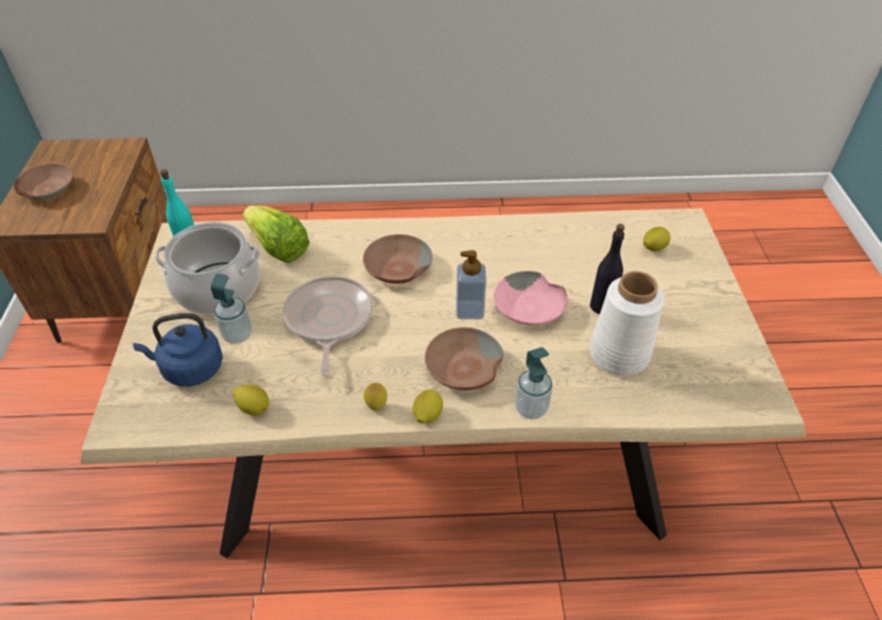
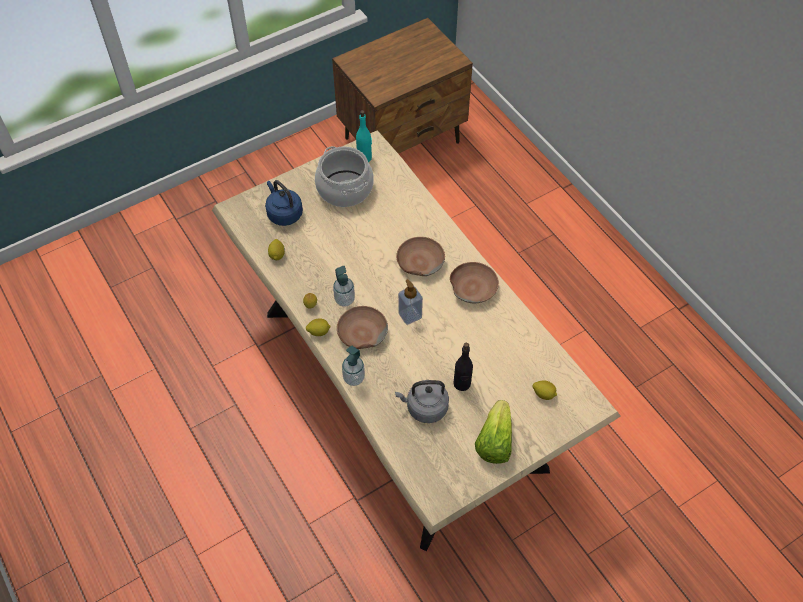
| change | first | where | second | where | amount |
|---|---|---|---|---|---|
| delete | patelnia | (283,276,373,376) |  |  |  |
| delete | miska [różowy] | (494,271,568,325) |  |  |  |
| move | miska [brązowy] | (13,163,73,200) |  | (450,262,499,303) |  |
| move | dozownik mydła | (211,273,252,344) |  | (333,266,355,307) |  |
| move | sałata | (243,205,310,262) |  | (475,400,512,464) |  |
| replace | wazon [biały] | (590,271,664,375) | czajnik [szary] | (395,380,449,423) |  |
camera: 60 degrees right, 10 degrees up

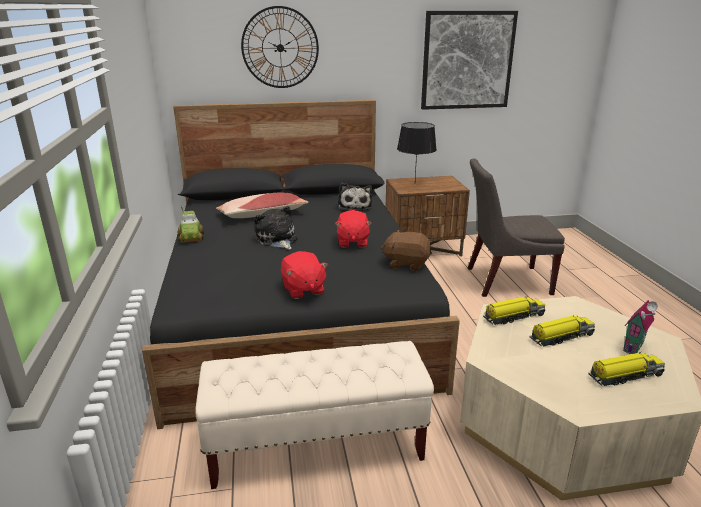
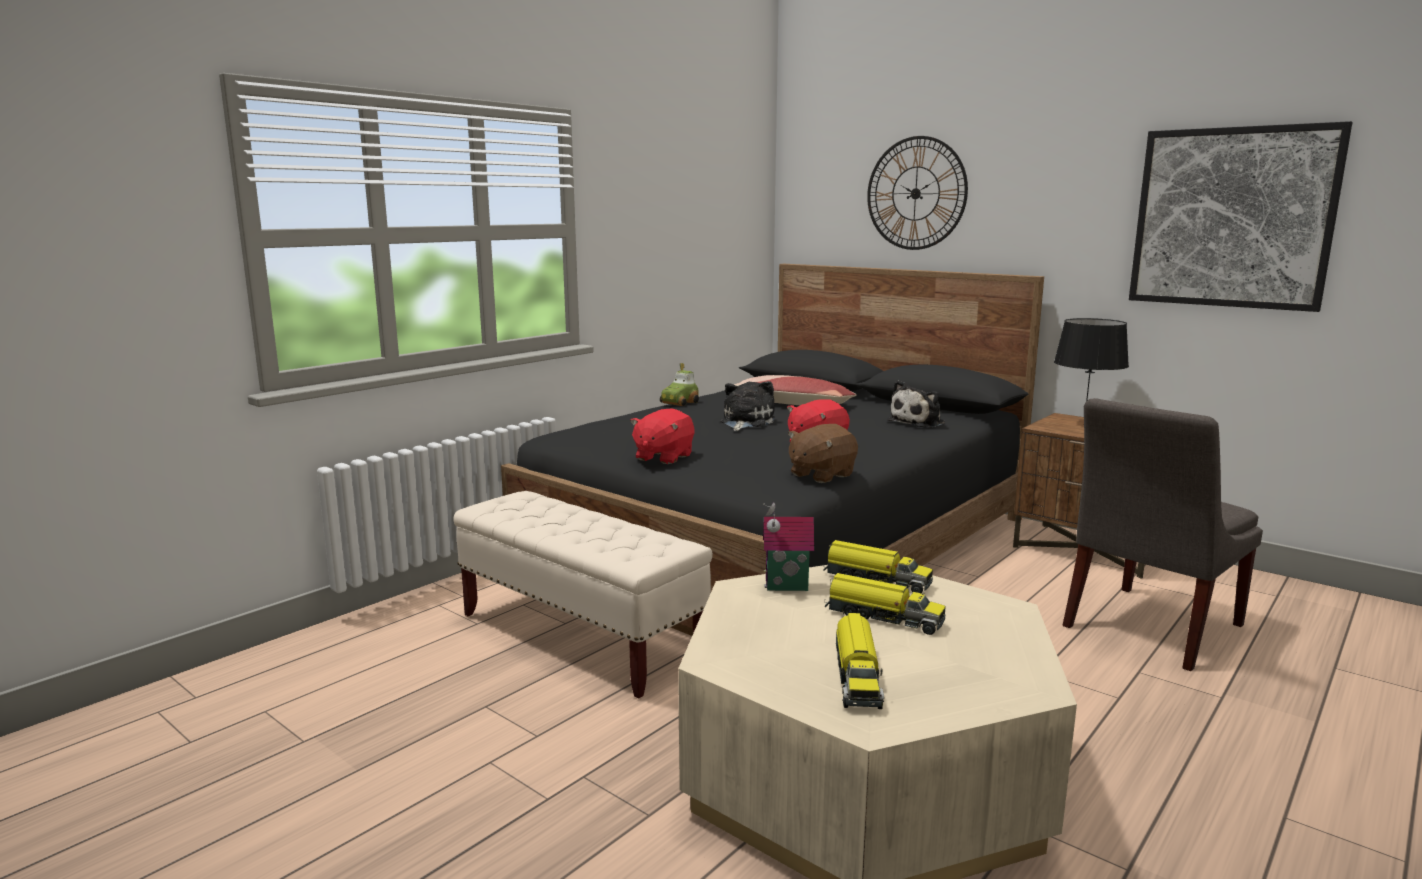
| change | first | where | second | where | amount |
|---|---|---|---|---|---|
| move | domek | (623,300,658,354) |  | (763,503,814,591) |  |
| rotate | pluszak [brązowy] | (381,230,432,271) |  | (788,424,858,483) | 105 degrees counterclockwise |
| rotate | krzesło [szary] | (468,158,565,297) |  | (1063,398,1263,671) | 90 degrees counterclockwise |
| rotate | ciężarówka zabawkowa | (588,352,665,386) |  | (836,613,884,709) | 60 degrees clockwise |
camera: 50 degrees right, 10 degrees down

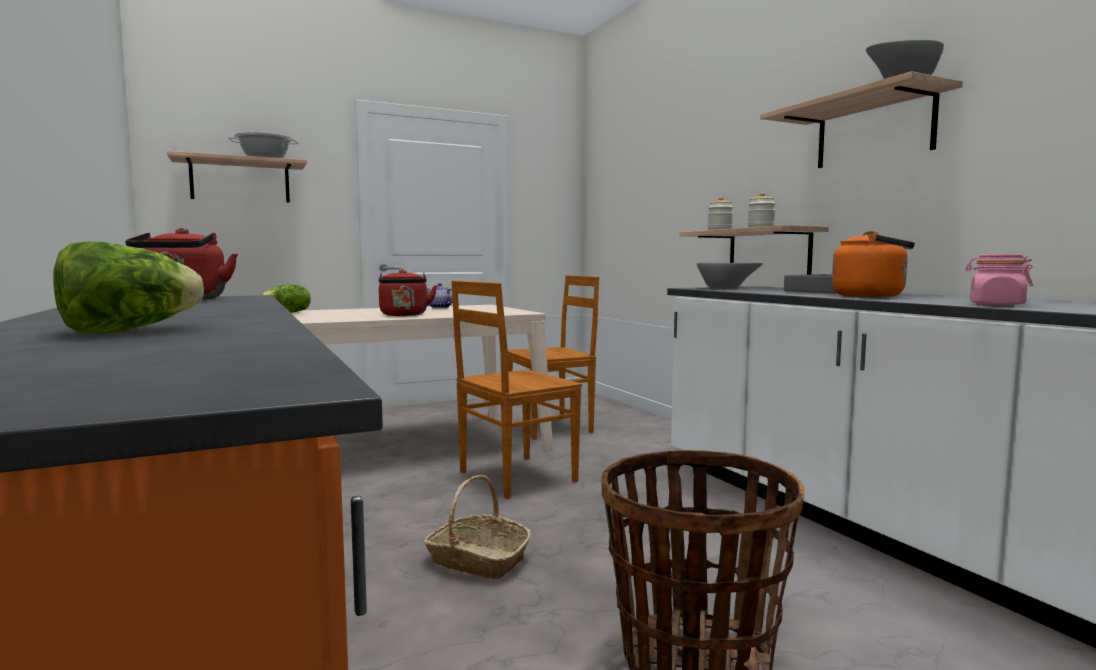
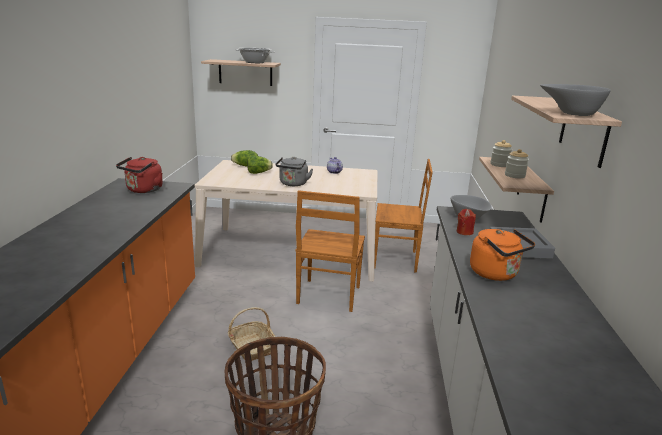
| change | first | where | second | where | amount |
|---|---|---|---|---|---|
| delete | słoik [różowy] | (965,254,1033,306) |  |  |  |
| insert |  |  | świeca [czerwony] | (457,209,476,235) |  |
| move | sałata | (53,242,204,334) |  | (247,156,273,174) |  |
| recolor | czajnik [czerwony] | (379,269,437,316) | czajnik [szary] | (276,157,313,186) |  |
| rotate | krzesło [brązowy] | (451,280,582,499) |  | (295,190,365,312) | 75 degrees counterclockwise |
camera: 30 degrees right, 15 degrees up

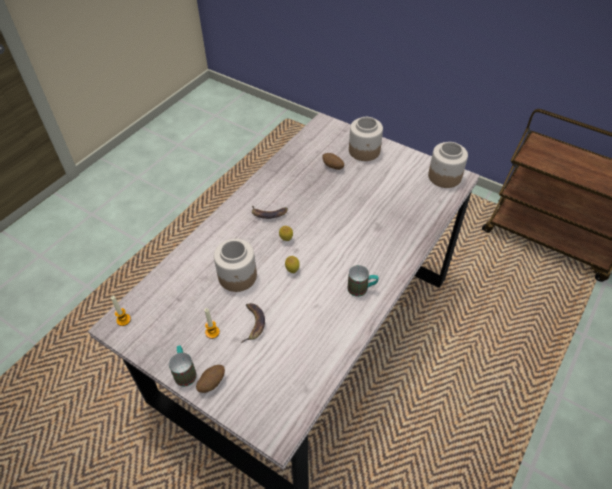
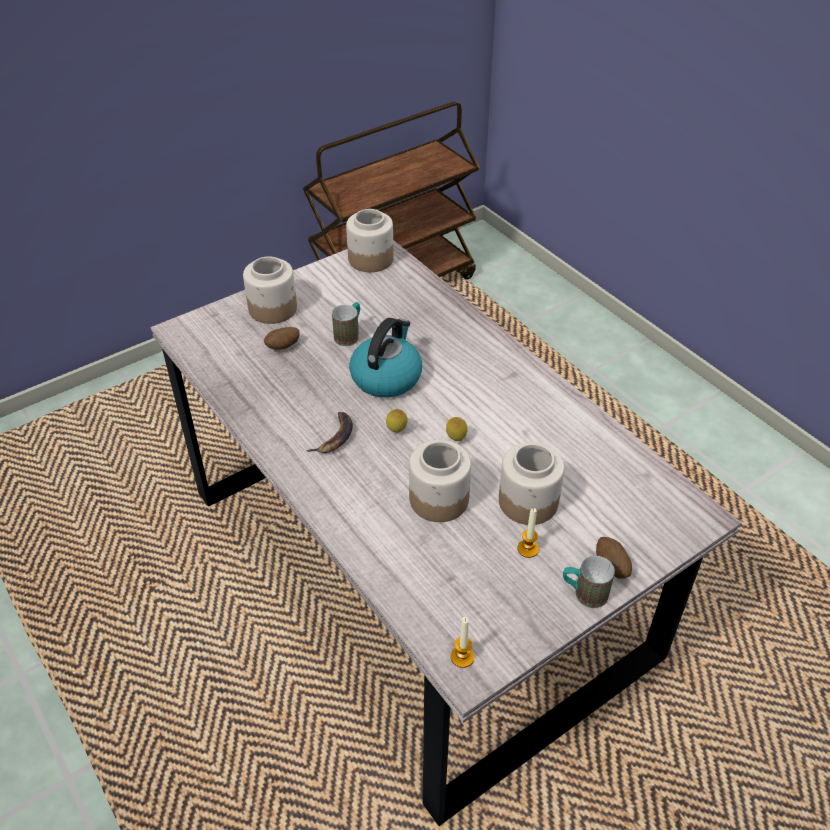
| change | first | where | second | where | amount |
|---|---|---|---|---|---|
| insert |  |  | czajnik | (349,318,422,398) |  |
| move | kubek | (348,265,379,297) |  | (332,302,360,346) |  |
| replace | banan | (241,303,265,343) | słoik | (499,442,564,525) |  |
camera: 70 degrees left, 5 degrees down

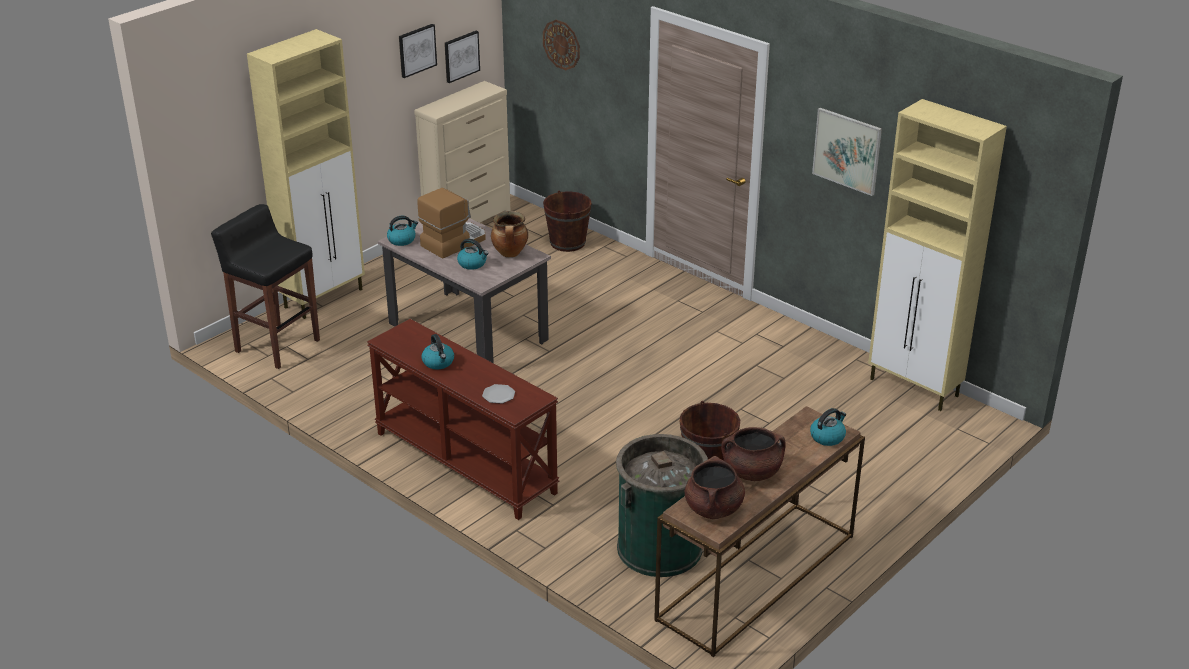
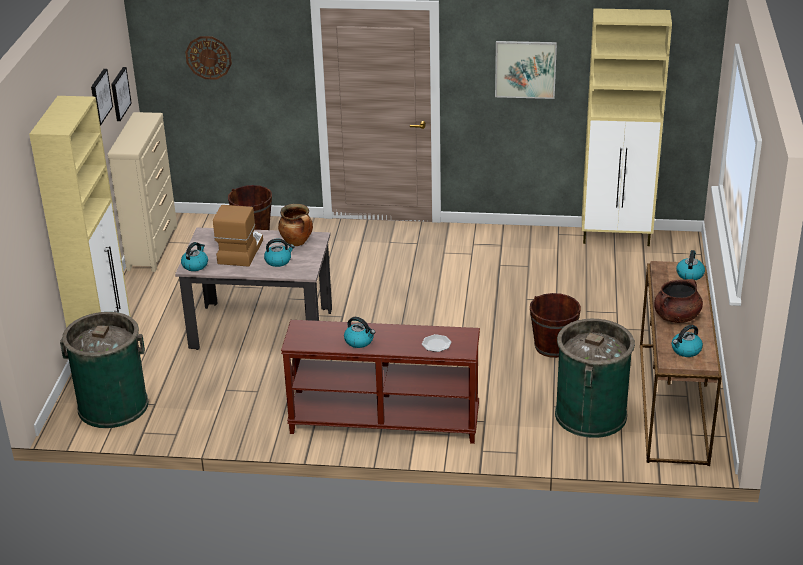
| change | first | where | second | where | amount |
|---|---|---|---|---|---|
| replace | stołek [czarny] | (211,204,320,369) | kosz na śmieci [zielony] | (60,312,149,428) |  |
| replace | garnek [brązowy] | (685,456,745,519) | czajnik | (672,325,703,357) |  |
camera: 35 degrees left, 0 degrees up

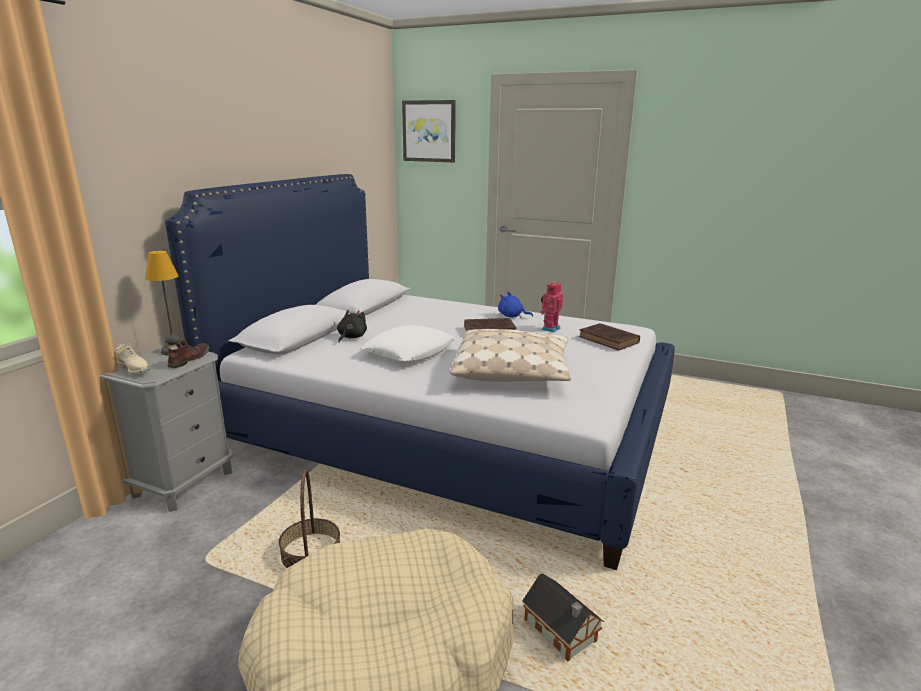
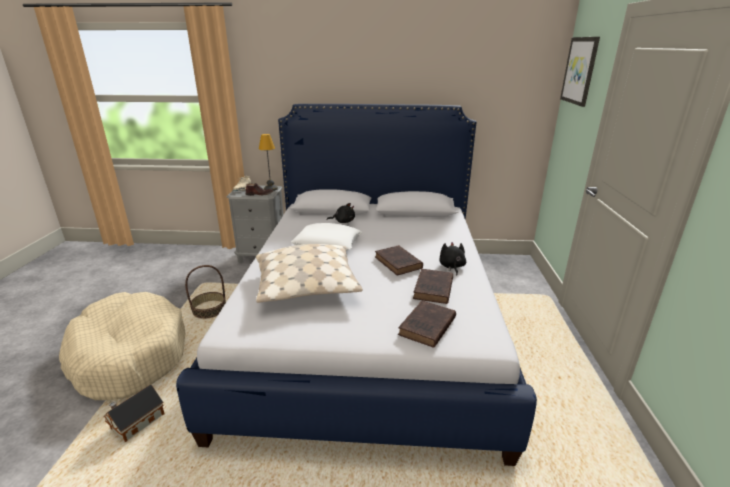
| change | first | where | second | where | amount |
|---|---|---|---|---|---|
| replace | robot zabawkowy | (540,281,563,332) | książka [brązowy] | (413,269,453,304) |  |
| recolor | pluszak [niebieski] | (498,292,533,318) | pluszak [czarny] | (439,242,466,275) |  |
camera: 70 degrees right, 5 degrees up

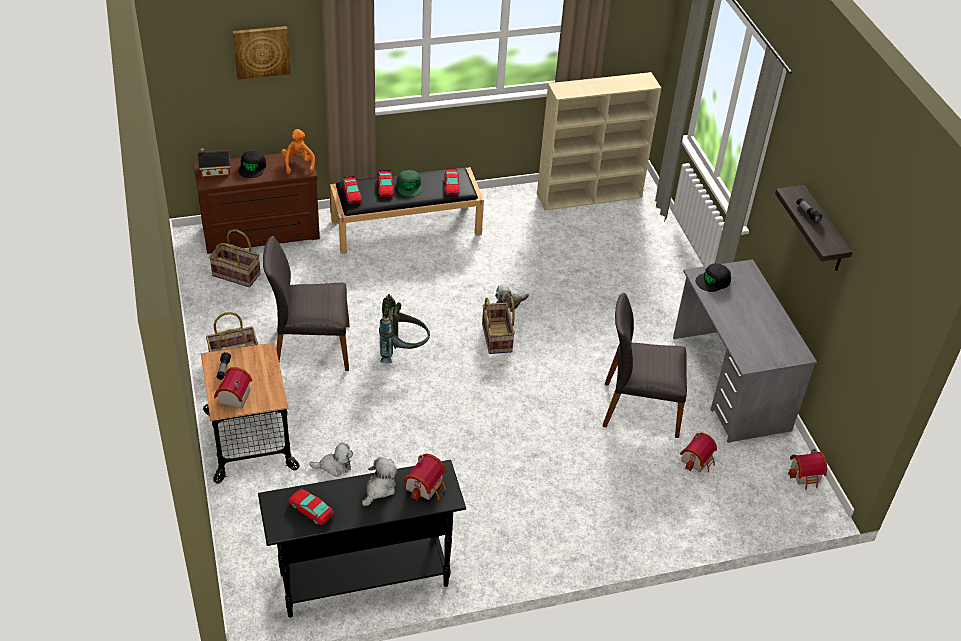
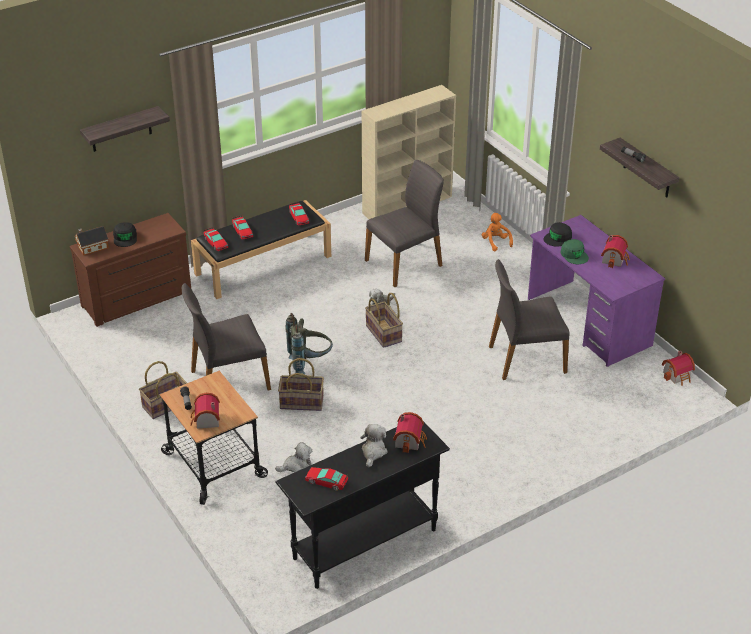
| change | first | where | second | where | amount |
|---|---|---|---|---|---|
| insert |  |  | krzesło [szary] | (365,160,444,287) |  |
| move | koszyk | (209,229,261,287) |  | (278,358,324,411) |  |
| move | pluszak [pomarańczowy] | (281,129,315,174) |  | (482,213,513,251) |  |
| move | czapka z daszkiem [zielony] | (397,170,422,197) |  | (560,239,589,264) |  |
| move | domek | (680,433,717,473) |  | (601,235,630,268) |  |
| replace | obraz | (233,26,291,79) | półka | (80,106,170,152) |  |
| recolor | biurko [szary] | (673,259,817,443) | biurko [fioletowy] | (528,215,665,367) |  |
camera: 15 degrees left, 5 degrees down

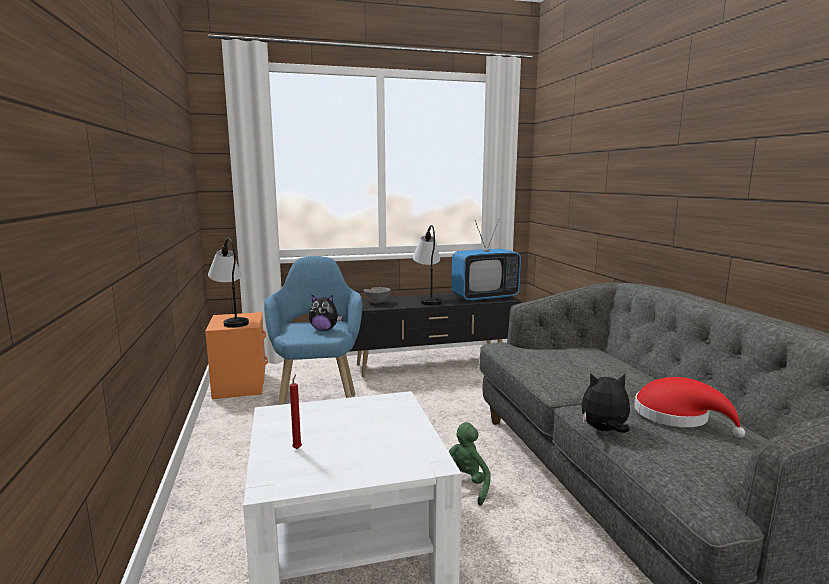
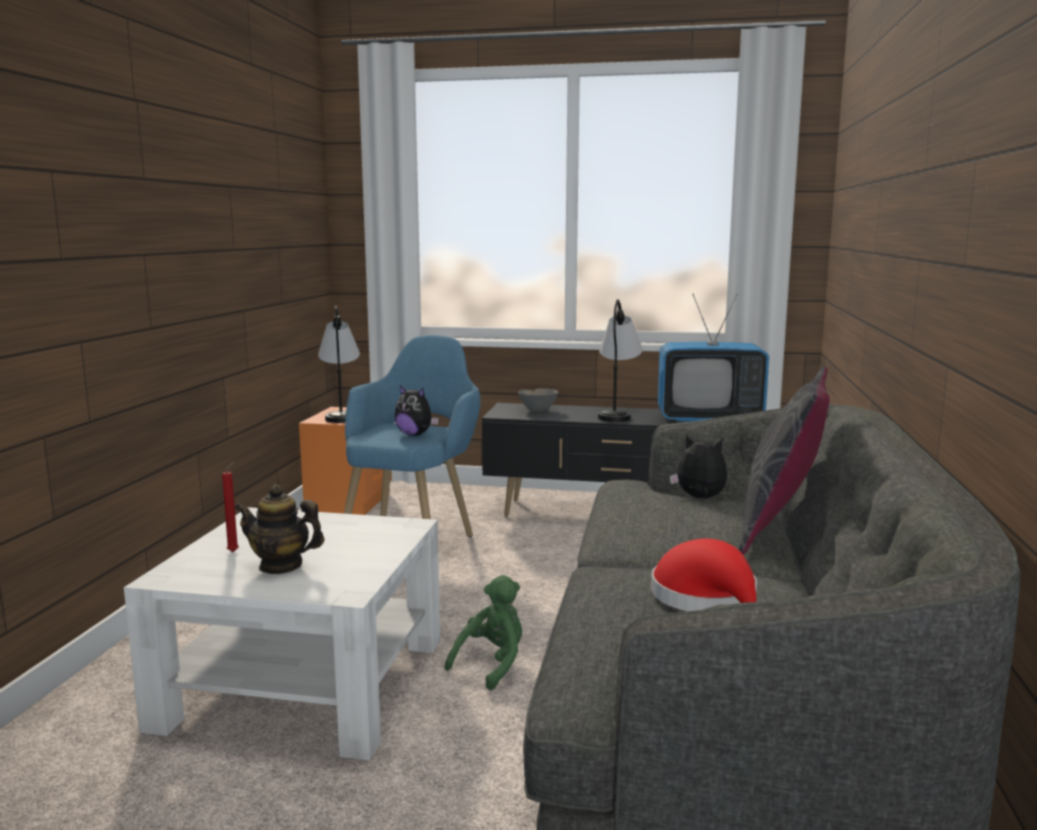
| change | first | where | second | where | amount |
|---|---|---|---|---|---|
| insert |  |  | imbryk | (235,484,325,574) |  |
| insert |  |  | poduszka [szary] | (738,366,829,555) |  |
| move | pluszak | (581,373,630,433) |  | (670,435,727,499) |  |
camera: 25 degrees right, 0 degrees up

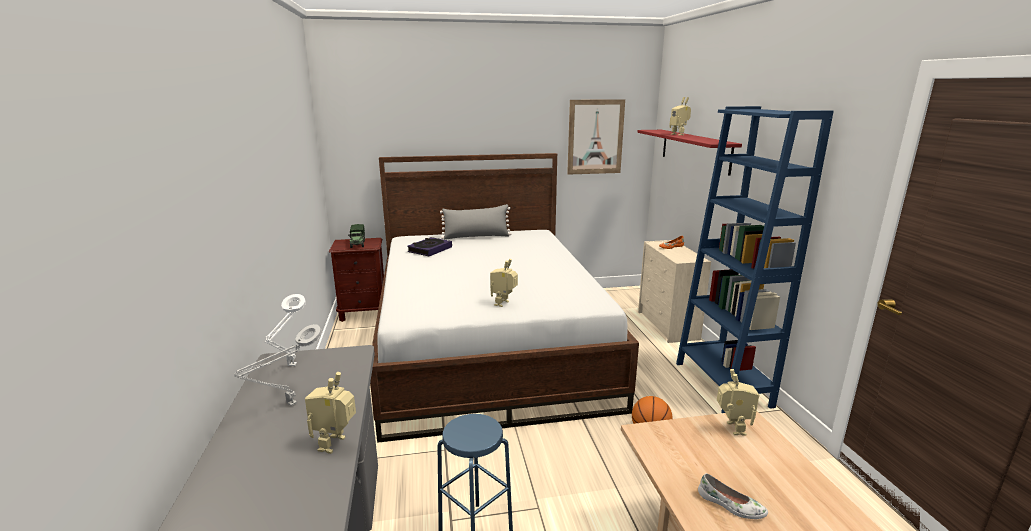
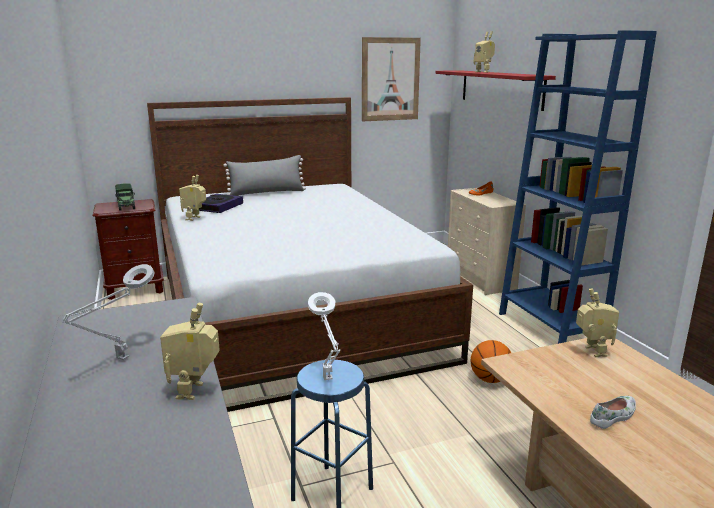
| change | first | where | second | where | amount |
|---|---|---|---|---|---|
| move | lampa stołowa [biały] | (264,294,306,366) |  | (308,292,340,380) |  |
| move | robot zabawkowy | (490,259,518,307) |  | (179,175,206,221) |  |
| rotate | but [biały] | (698,473,768,519) |  | (590,396,636,429) | 60 degrees counterclockwise |
camera: 10 degrees left, 0 degrees up

